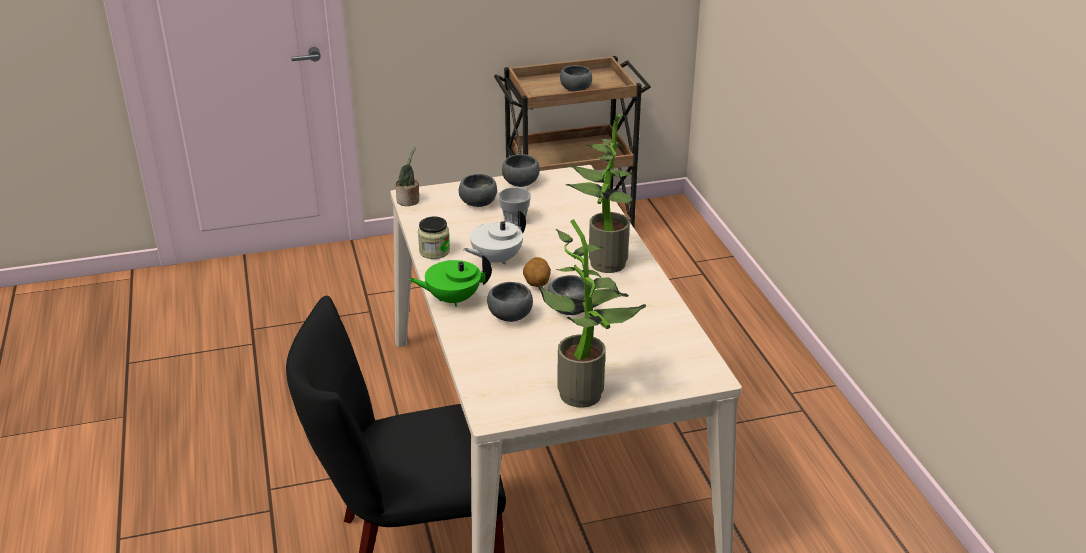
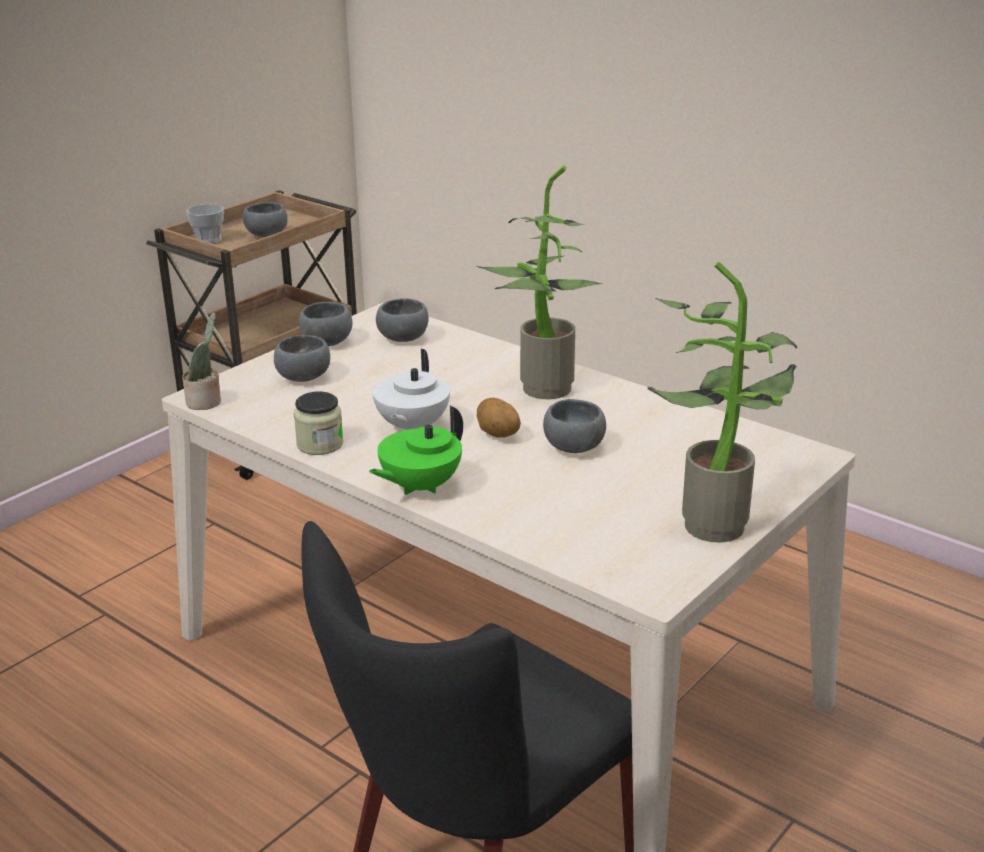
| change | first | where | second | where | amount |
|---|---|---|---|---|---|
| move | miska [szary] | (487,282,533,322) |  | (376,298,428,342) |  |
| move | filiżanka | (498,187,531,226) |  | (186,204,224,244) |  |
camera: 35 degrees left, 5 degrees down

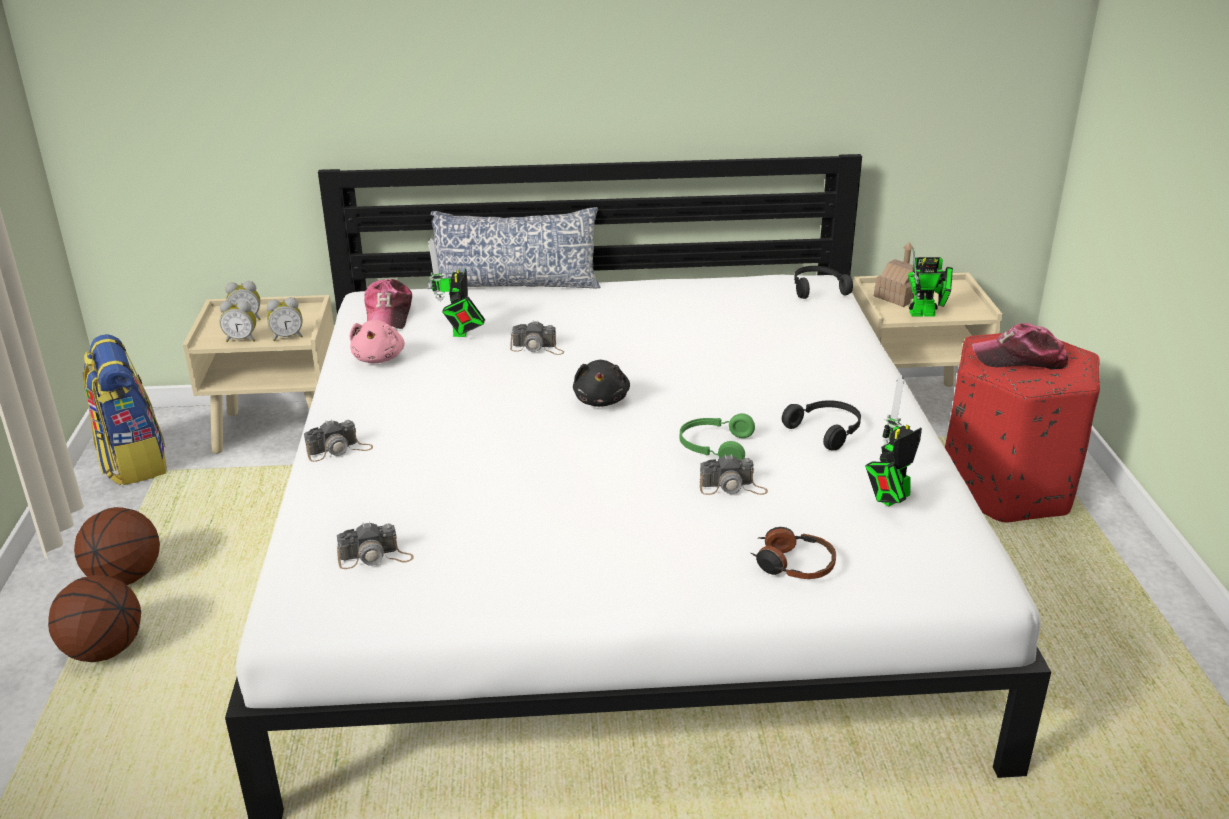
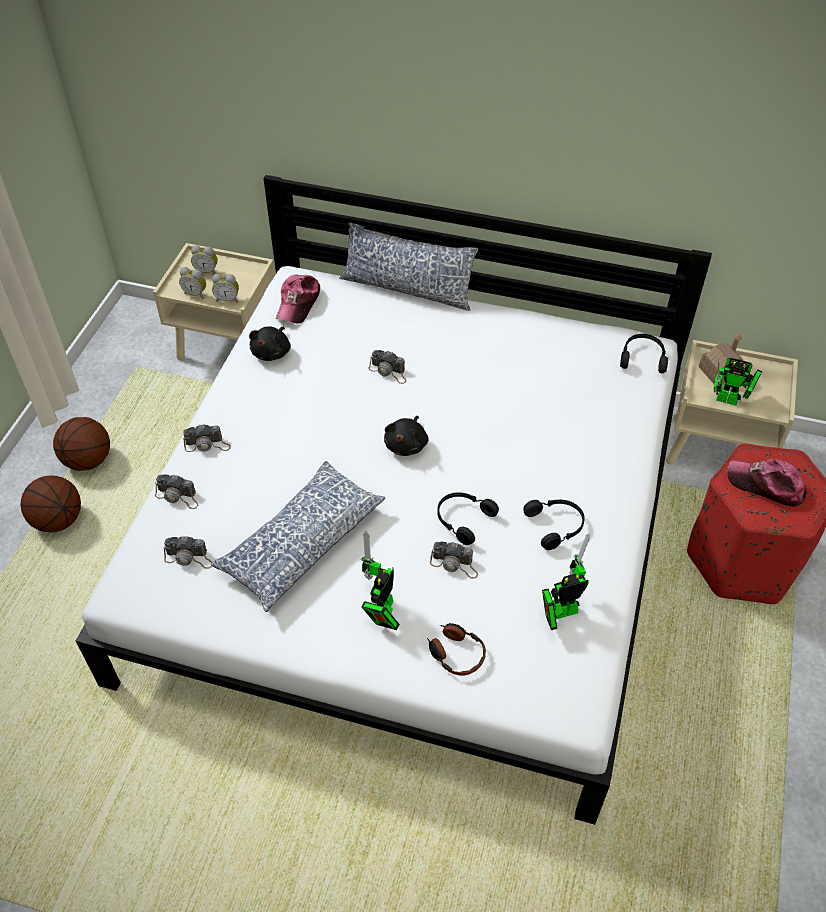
| change | first | where | second | where | amount |
|---|---|---|---|---|---|
| delete | plecak | (83,334,167,485) |  |  |  |
| insert |  |  | aparat fotograficzny | (155,474,198,509) |  |
| insert |  |  | poduszka | (211,461,385,612) |  |
| move | robot zabawkowy | (428,238,485,337) |  | (360,531,400,630) |  |
| recolor | pluszak [różowy] | (350,320,405,364) | pluszak [czarny] | (249,326,291,361) |  |
| recolor | słuchawki [zielony] | (680,413,755,460) | słuchawki [czarny] | (437,492,499,545) |  |
camera: 20 degrees right, 20 degrees up

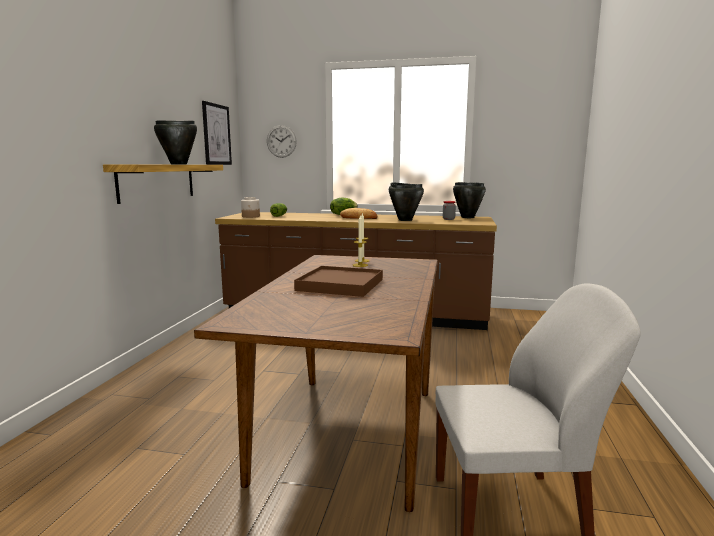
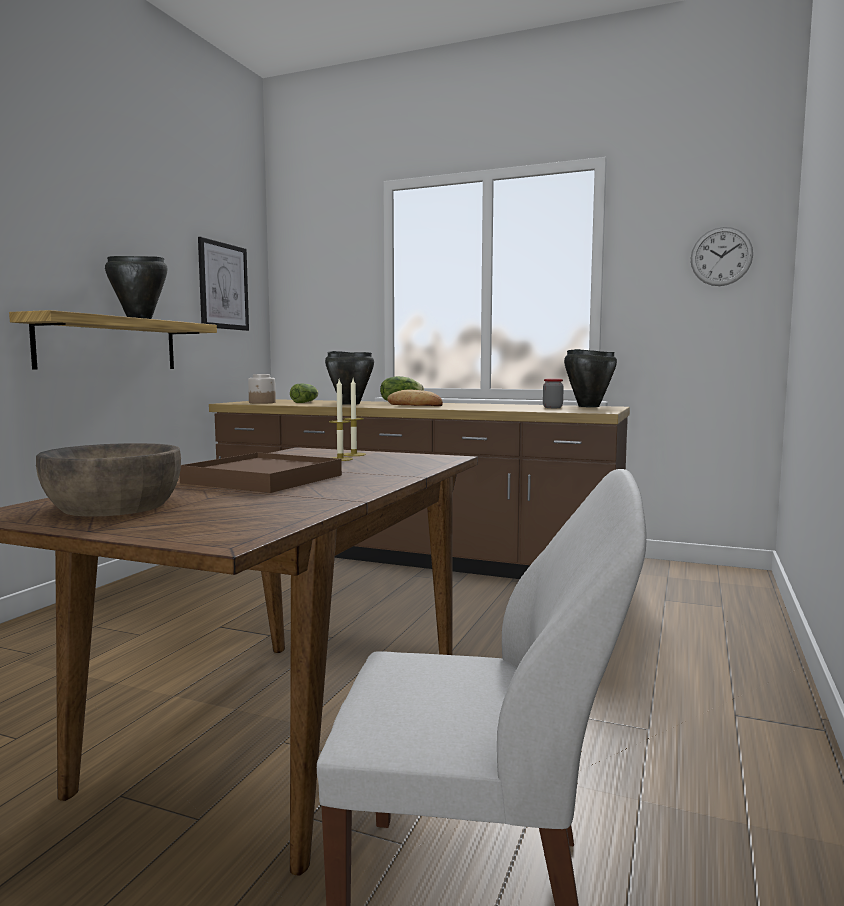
| change | first | where | second | where | amount |
|---|---|---|---|---|---|
| insert |  |  | miska [brązowy] | (36,443,181,517) |  |
| move | zegar ścienny | (267,125,297,158) |  | (691,227,753,286) |  |
| move | garnek [czarny] | (389,182,424,221) |  | (325,351,374,405) |  |
camera: 10 degrees right, 5 degrees down

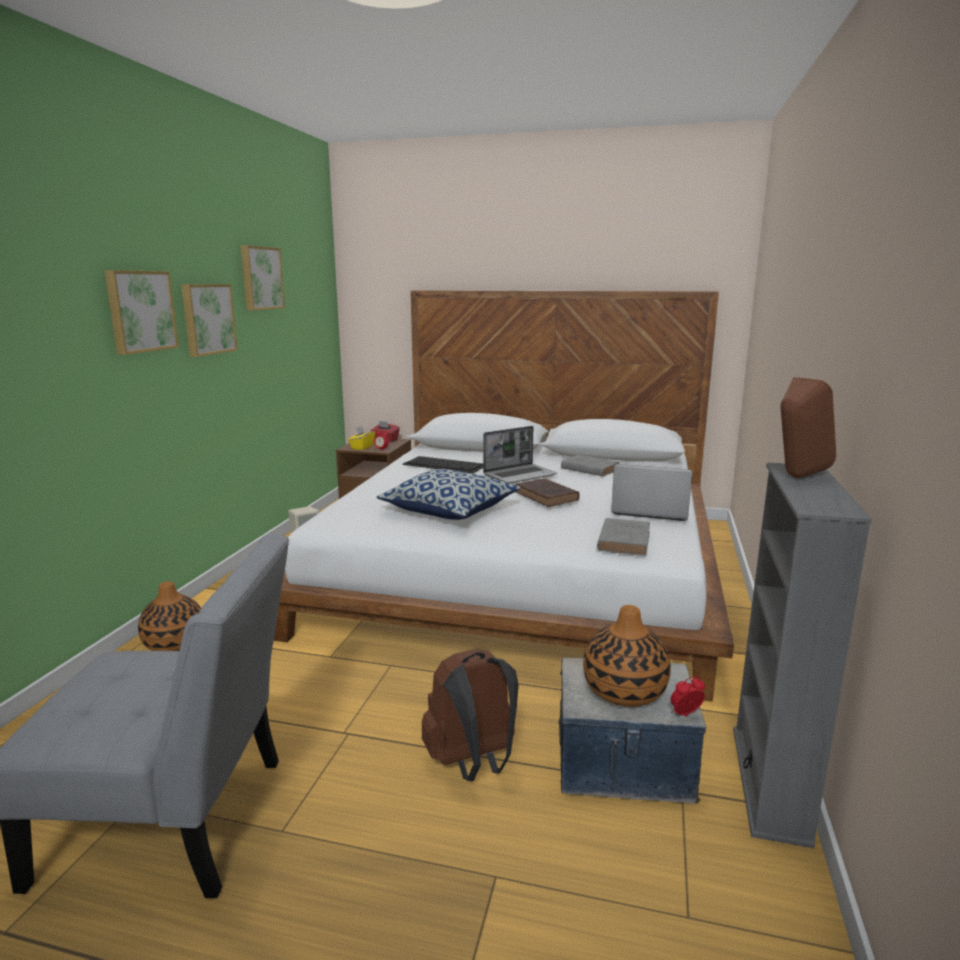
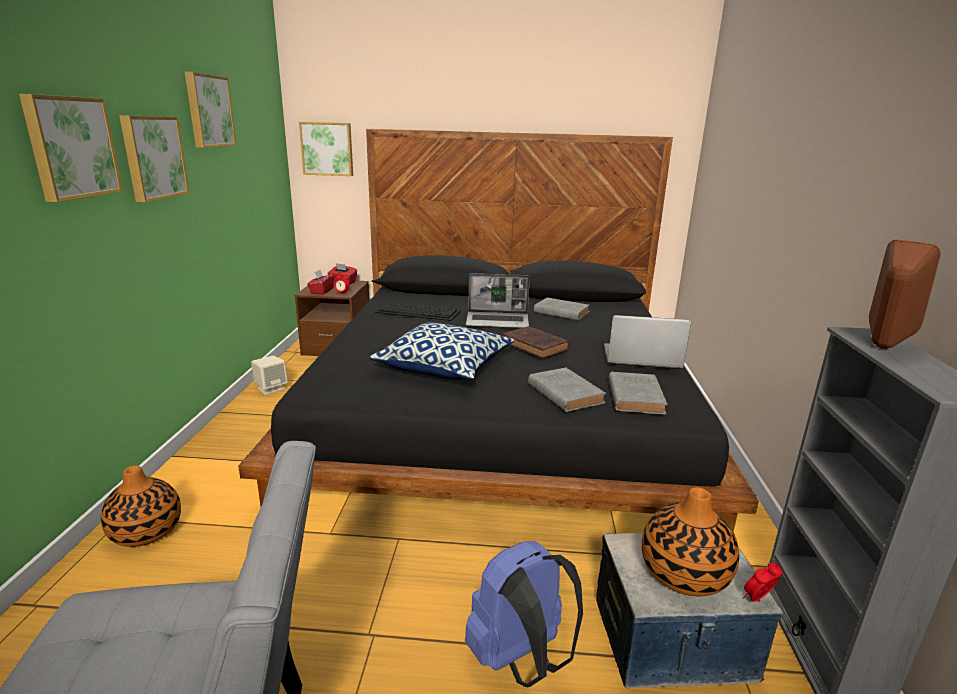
| change | first | where | second | where | amount |
|---|---|---|---|---|---|
| insert |  |  | obraz | (299,122,353,176) |  |
| insert |  |  | książka [szary] | (528,368,606,412) |  |
| recolor | łóżko [biały] | (274,290,734,702) | łóżko [czarny] | (238,129,759,532) |  |
| recolor | pudełko chusteczek [żółty] | (348,426,375,450) | pudełko chusteczek [czerwony] | (307,269,334,295) |  |
| recolor | plecak [brązowy] | (422,649,519,781) | plecak [niebieski] | (465,541,583,687) |  |
| rotate | laptop | (483,426,557,484) |  | (466,273,530,328) | 45 degrees clockwise |
camera: 10 degrees left, 5 degrees up

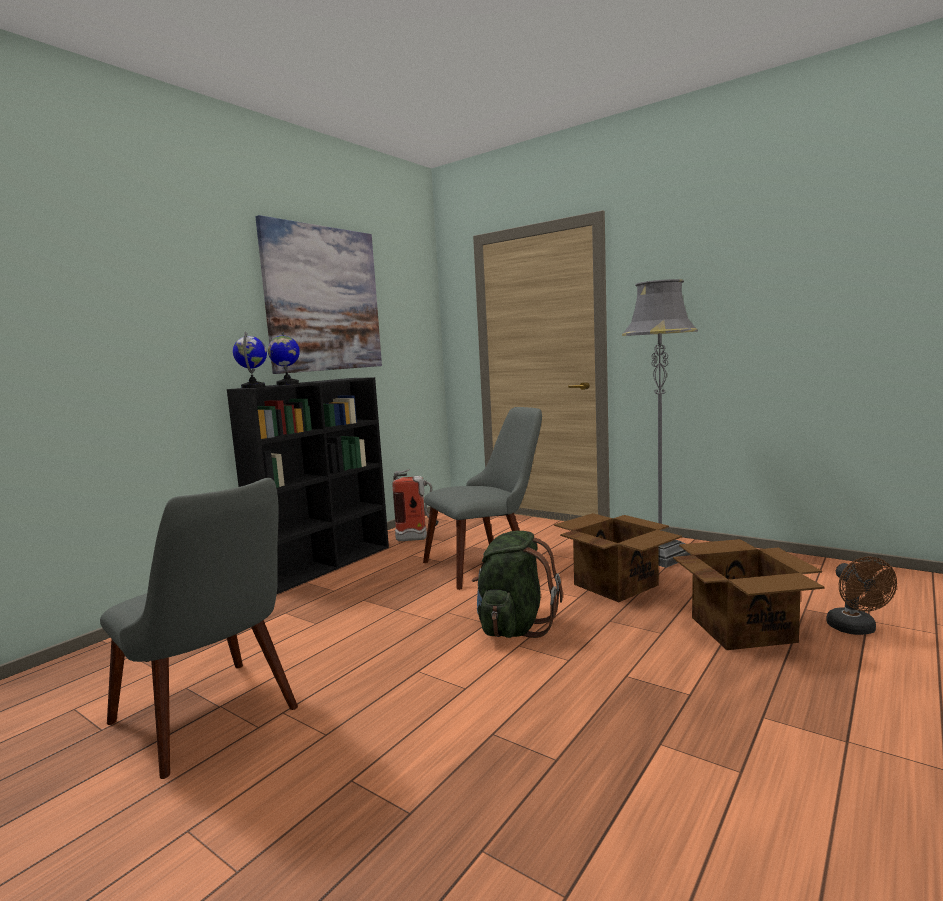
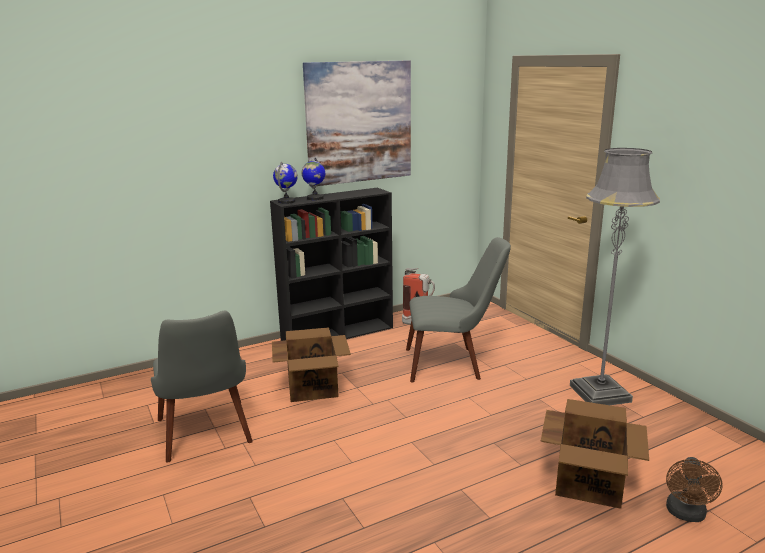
| change | first | where | second | where | amount |
|---|---|---|---|---|---|
| delete | plecak [zielony] | (472,531,563,638) |  |  |  |
| move | karton | (554,513,682,602) |  | (272,327,351,402) |  |
camera: 25 degrees right, 10 degrees up

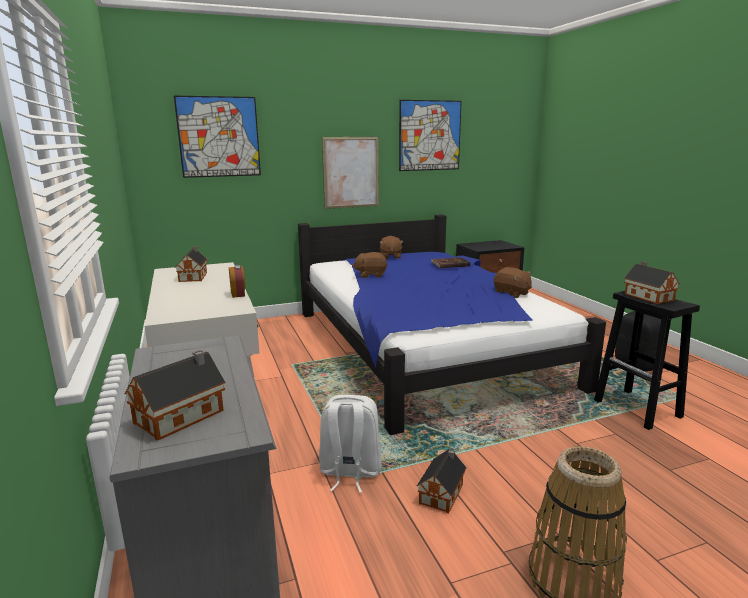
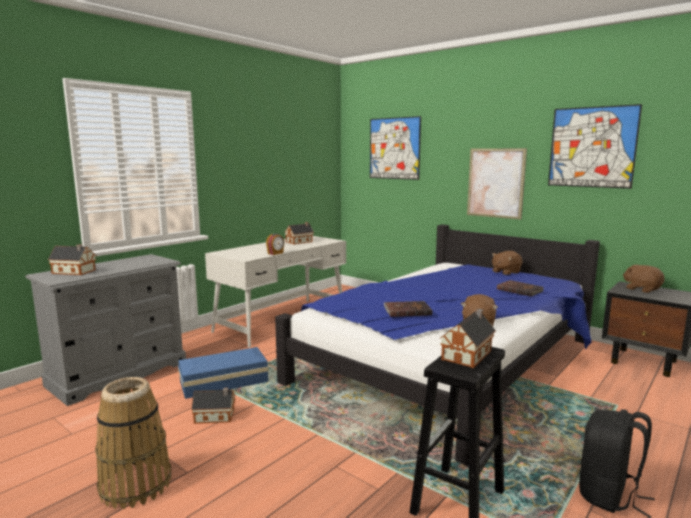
| change | first | where | second | where | amount |
|---|---|---|---|---|---|
| insert |  |  | książka [brązowy] | (384,301,432,317) |  |
| move | pluszak [brązowy] | (352,252,388,278) |  | (623,265,665,293) |  |
| replace | plecak [biały] | (319,395,381,493) | pojemnik do przechowywania [niebieski] | (178,347,269,399) |  |
camera: 60 degrees right, 5 degrees down

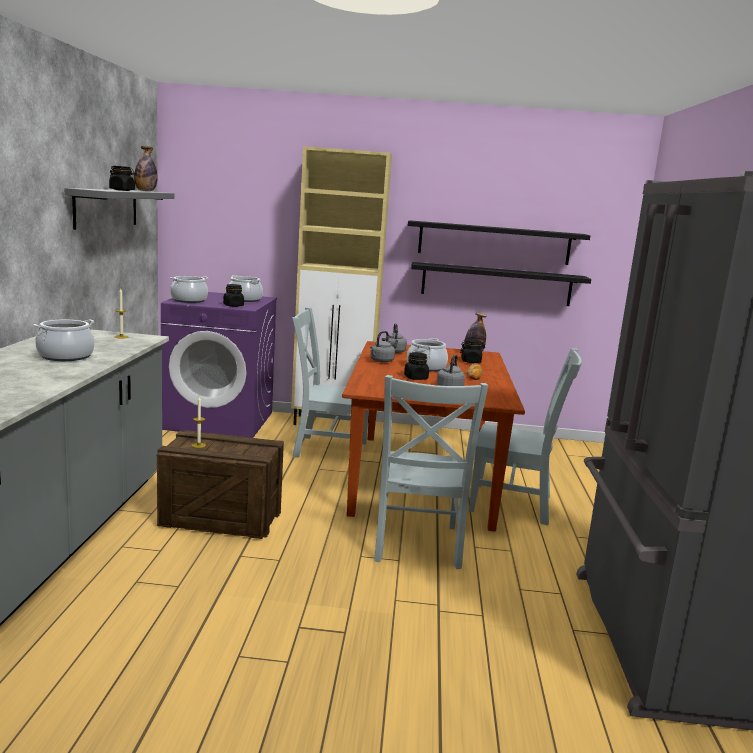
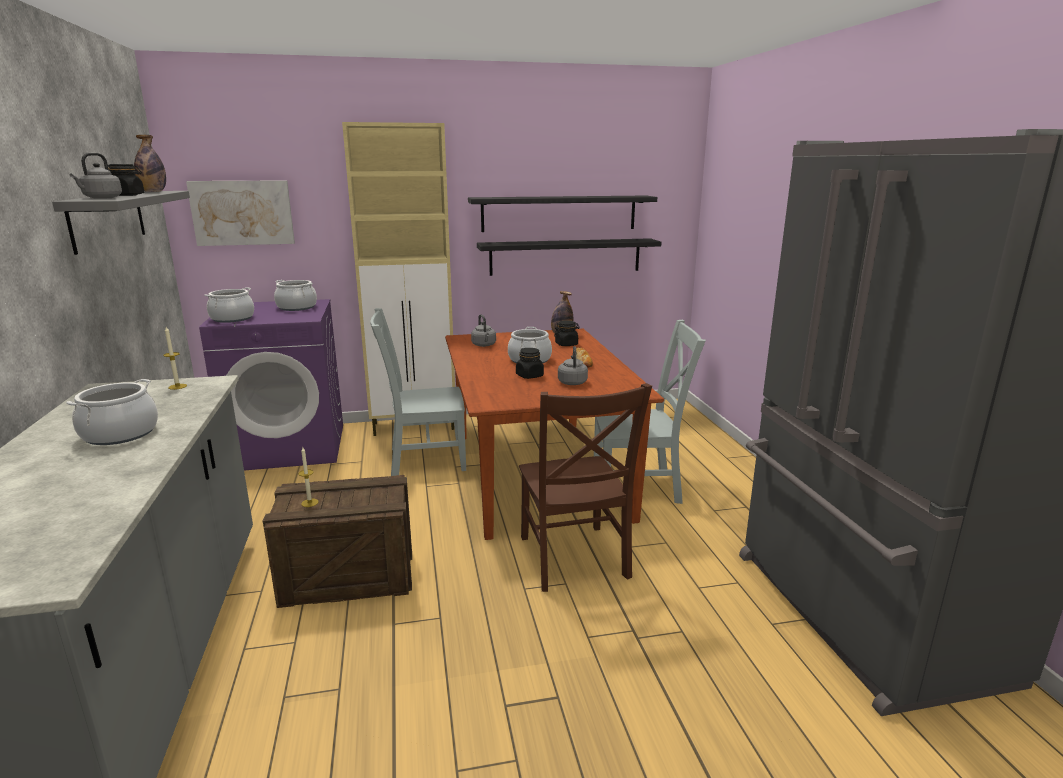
| change | first | where | second | where | amount |
|---|---|---|---|---|---|
| delete | słoik [czarny] | (223,284,244,307) |  |  |  |
| insert |  |  | obraz | (186,180,295,246) |  |
| move | czajnik [szary] | (370,331,395,363) |  | (70,153,122,199) |  |
| recolor | krzesło [szary] | (374,375,488,569) | krzesło [brązowy] | (519,383,652,592) |  |
camera: 15 degrees left, 5 degrees up

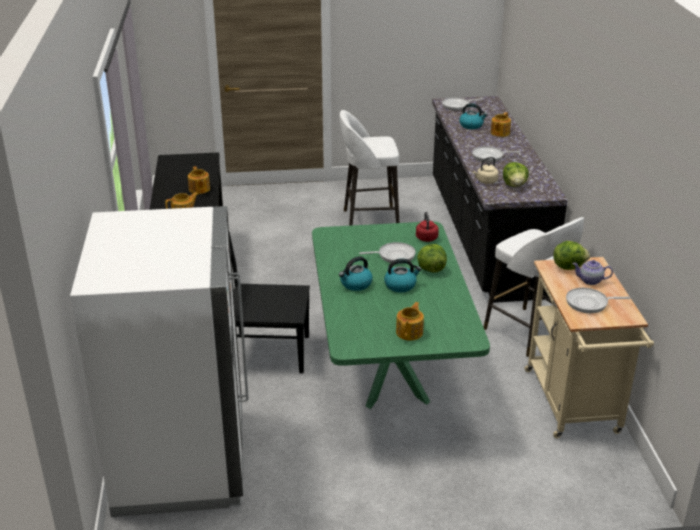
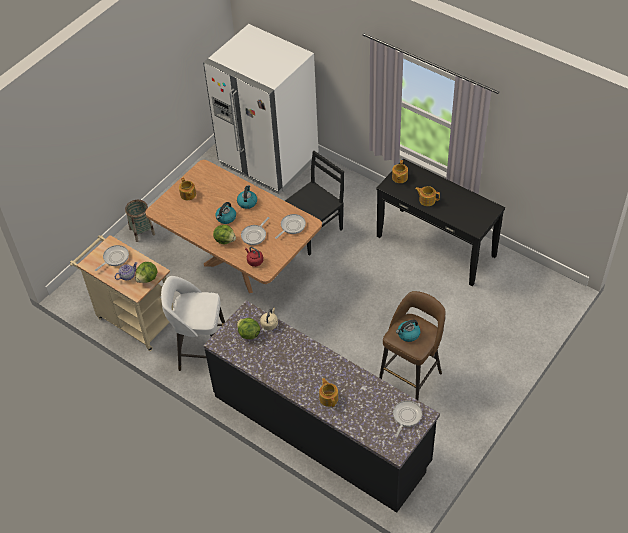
| change | first | where | second | where | amount |
|---|---|---|---|---|---|
| insert |  |  | koszyk | (125,200,155,242) |  |
| move | czajnik | (459,103,488,129) |  | (396,320,421,342) |  |
| move | patelnia | (472,146,520,162) |  | (275,214,306,239) |  |
| recolor | stół jadalny [zielony] | (312,221,490,409) | stół jadalny [brązowy] | (145,160,322,293) |  |
| recolor | stołek [biały] | (340,110,399,226) | stołek [brązowy] | (379,291,446,401) |  |
camera: 135 degrees right, 20 degrees up

